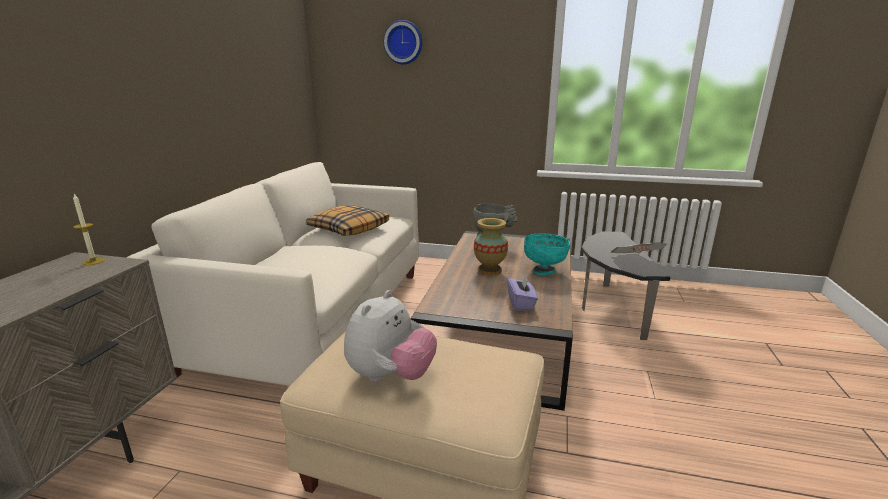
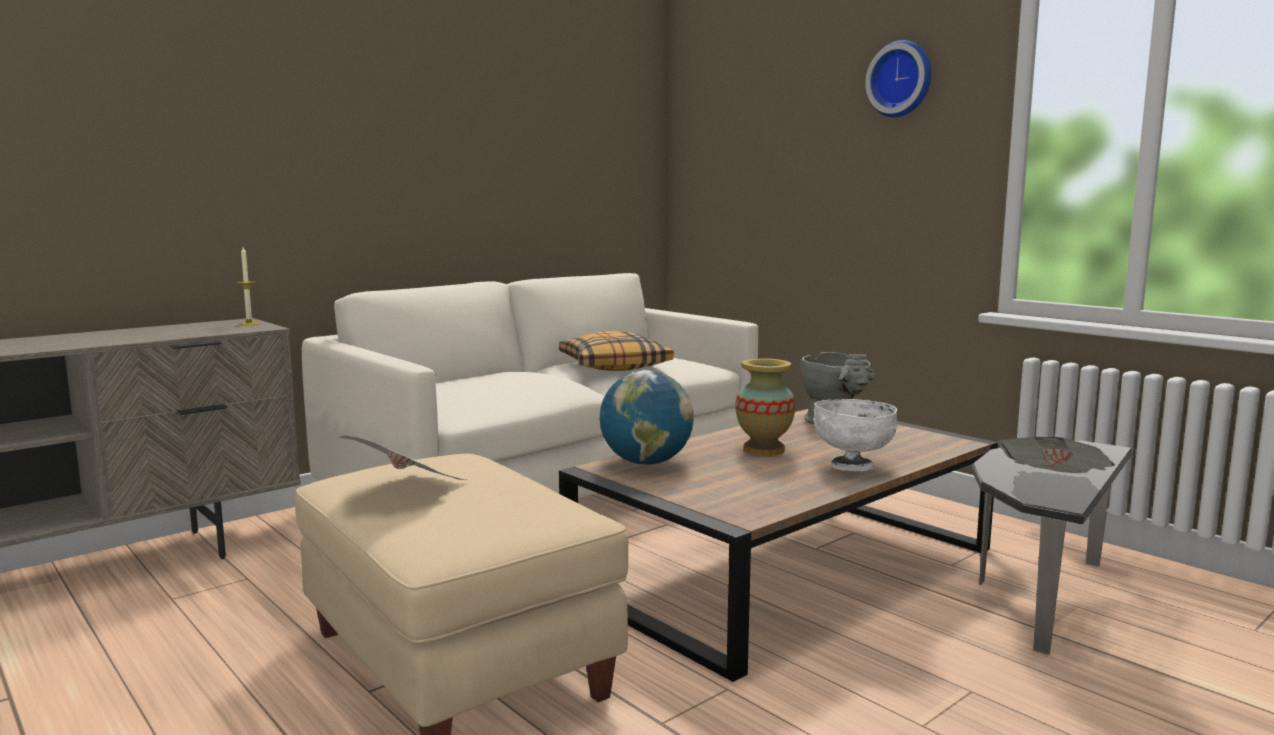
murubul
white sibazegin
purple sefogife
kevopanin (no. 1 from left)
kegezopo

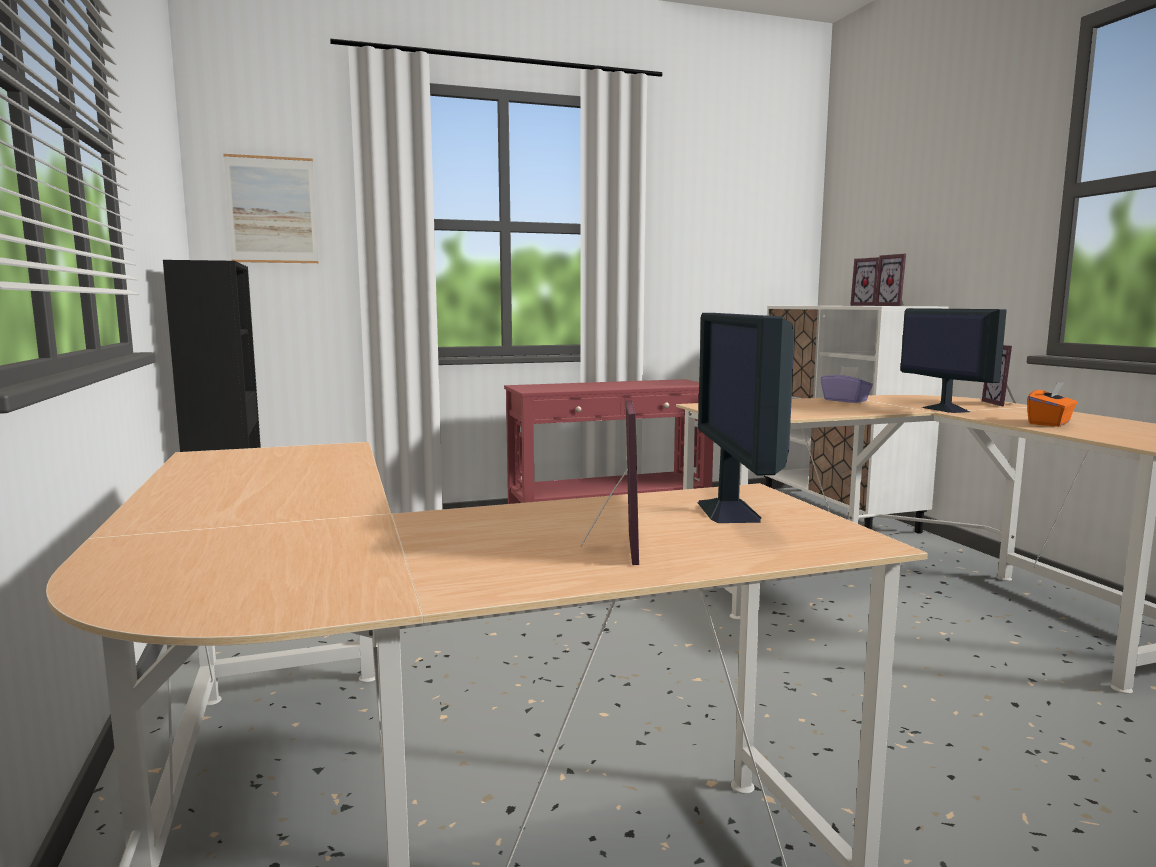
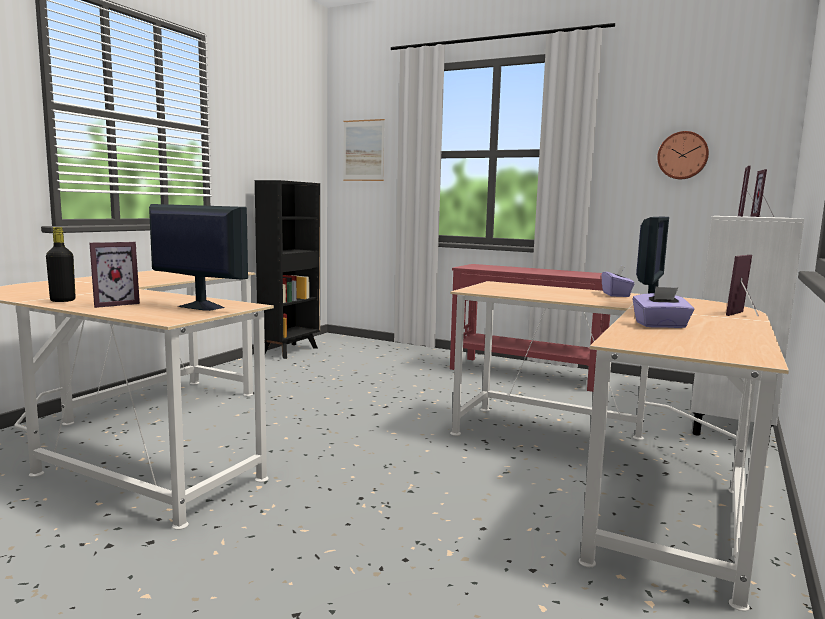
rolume (no. 1 from left)
purple sefogife (no. 2 from left)
murubul
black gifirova

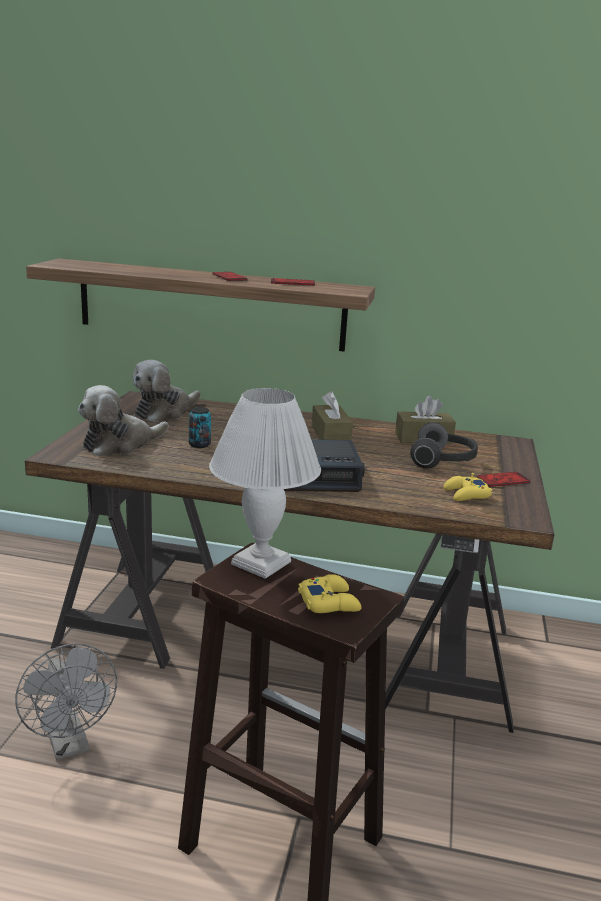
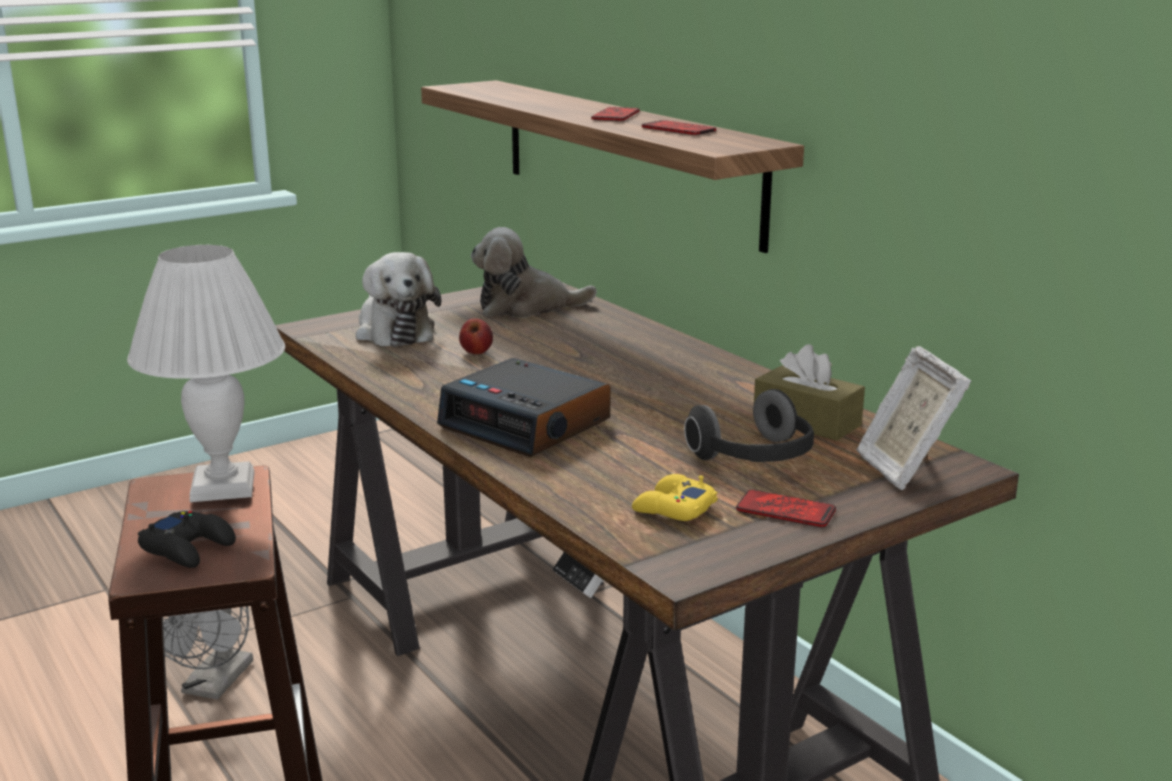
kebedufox (no. 1 from left)
brown sefogife (no. 1 from left in the first image)
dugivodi
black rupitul
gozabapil

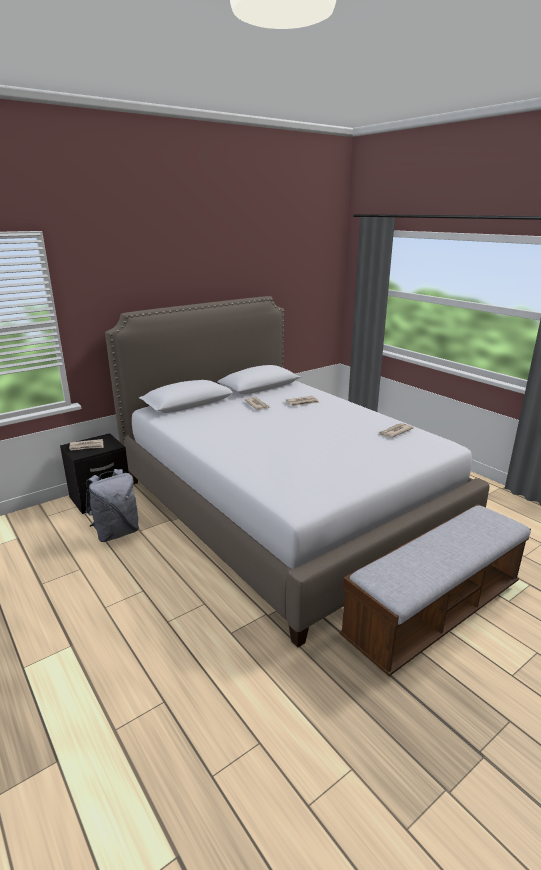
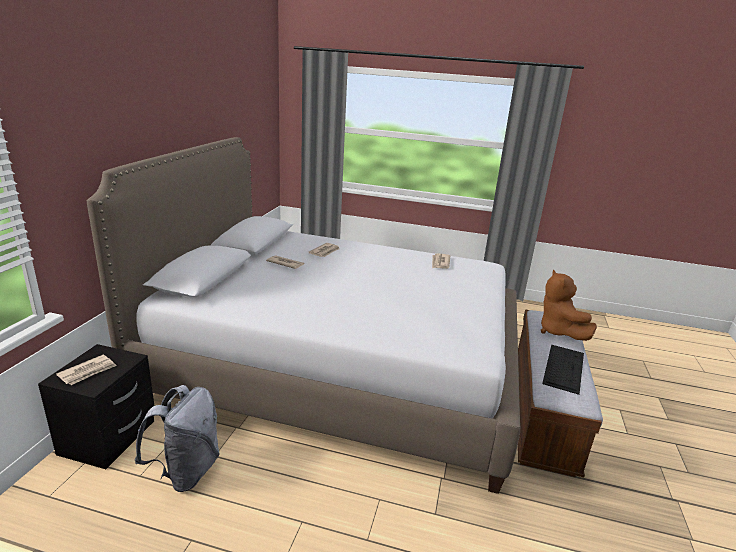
brown kebedufox
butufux

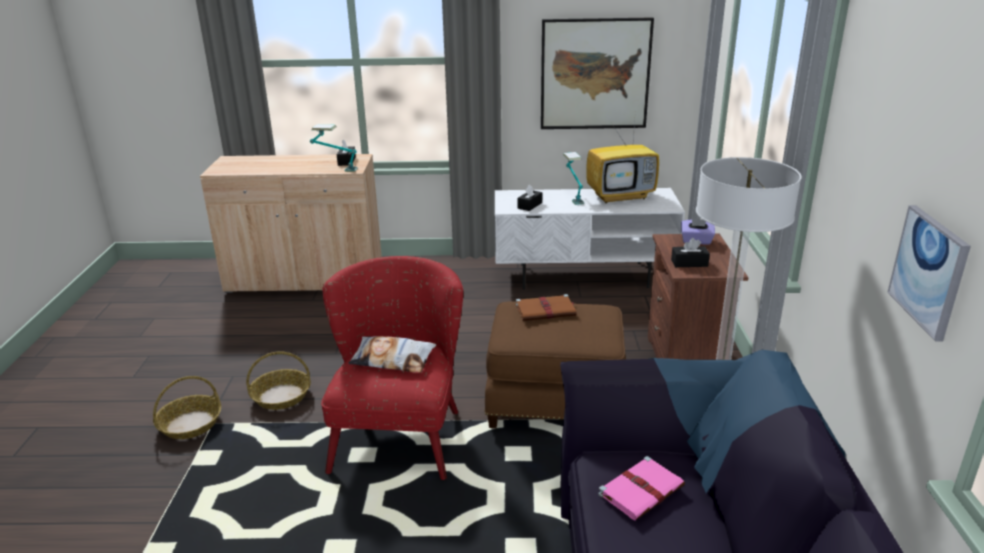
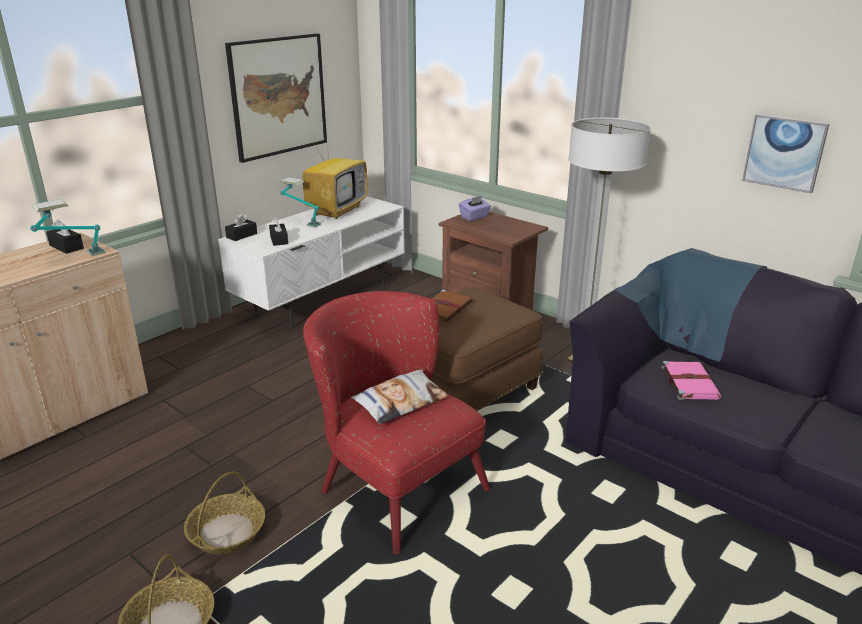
black sefogife (no. 2 from left)

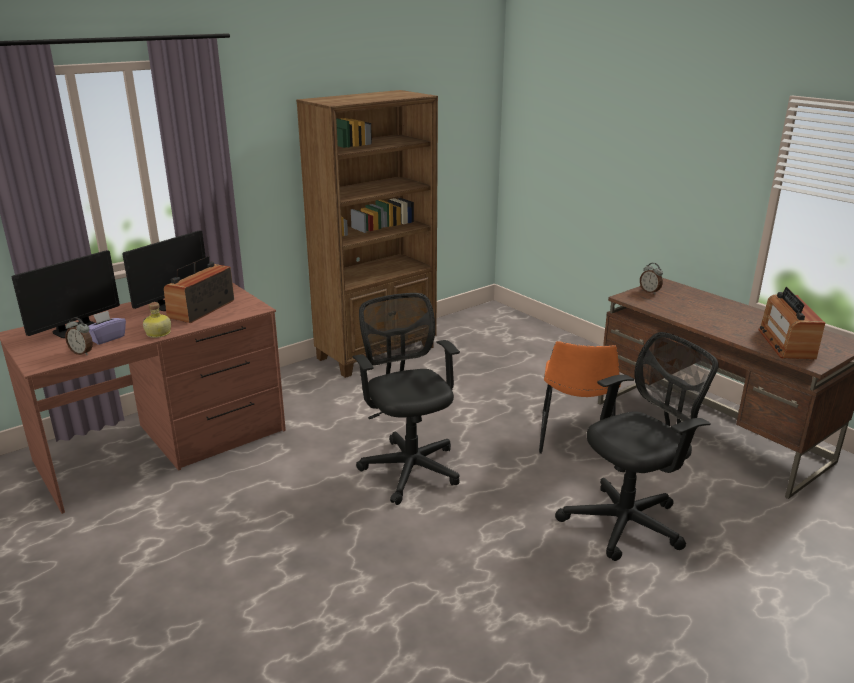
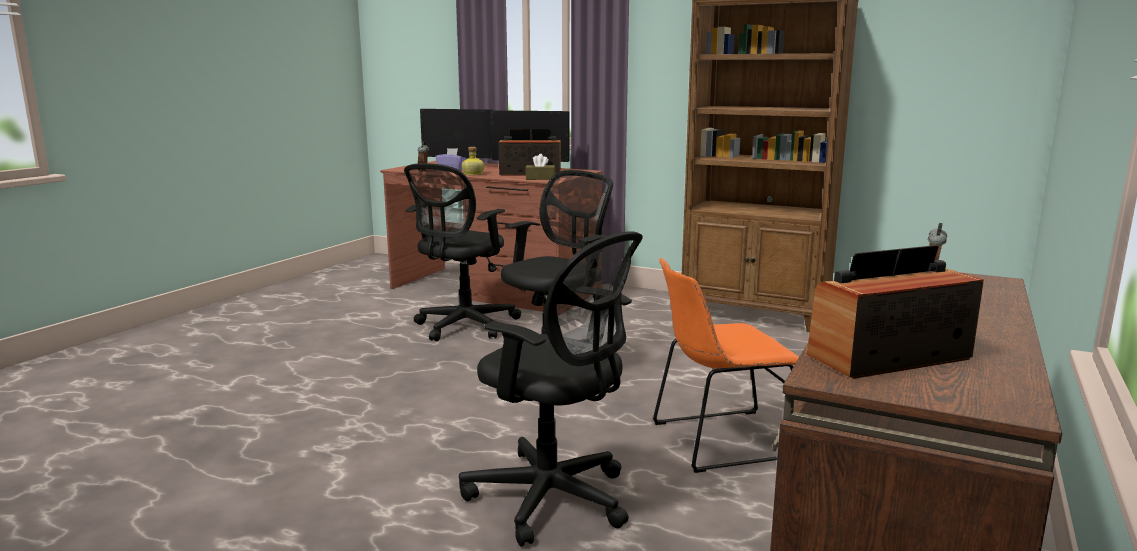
brown sefogife
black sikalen (no. 1 from left)

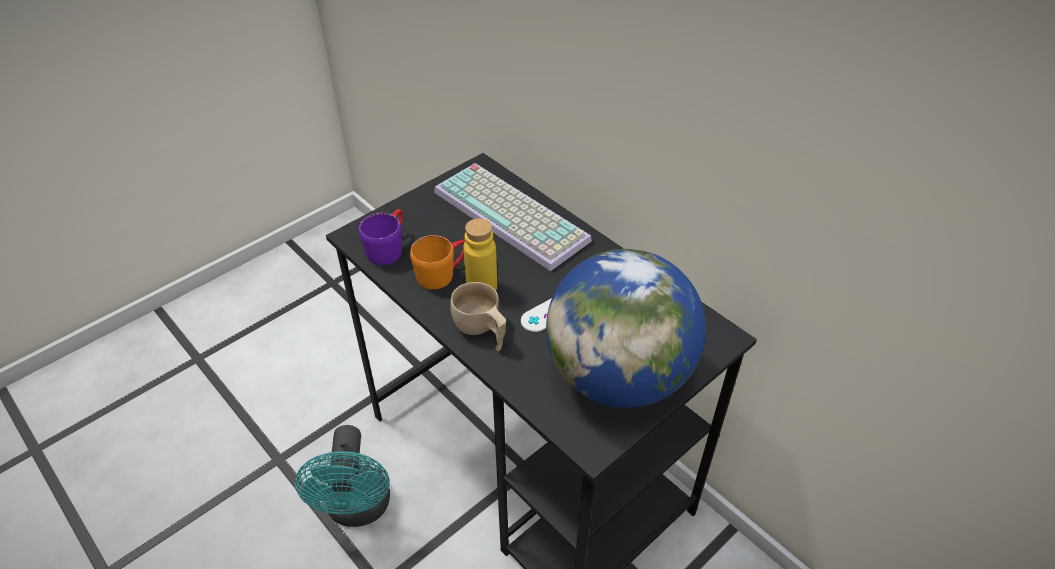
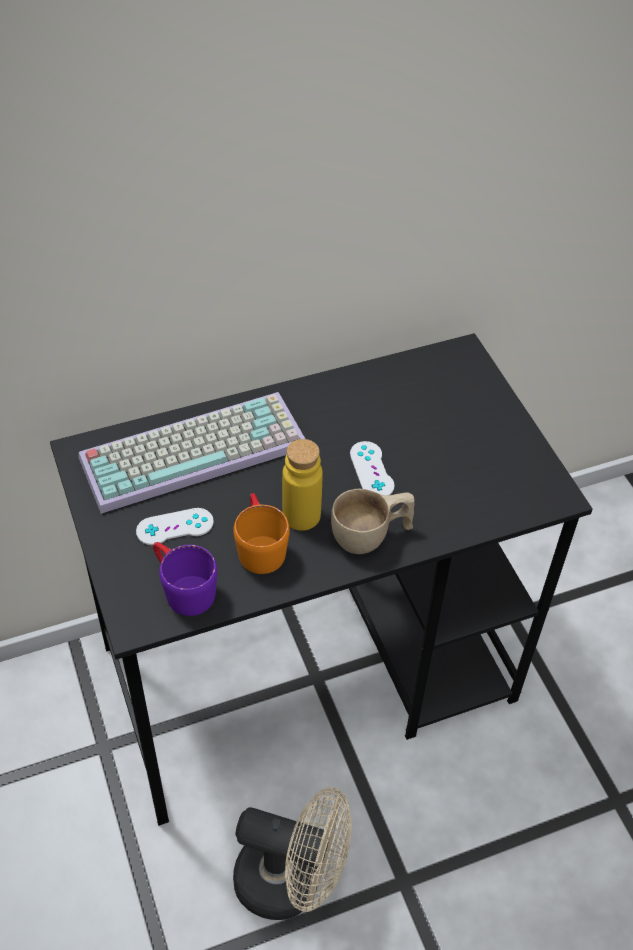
kegezopo
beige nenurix
white rupitul (no. 1 from left)

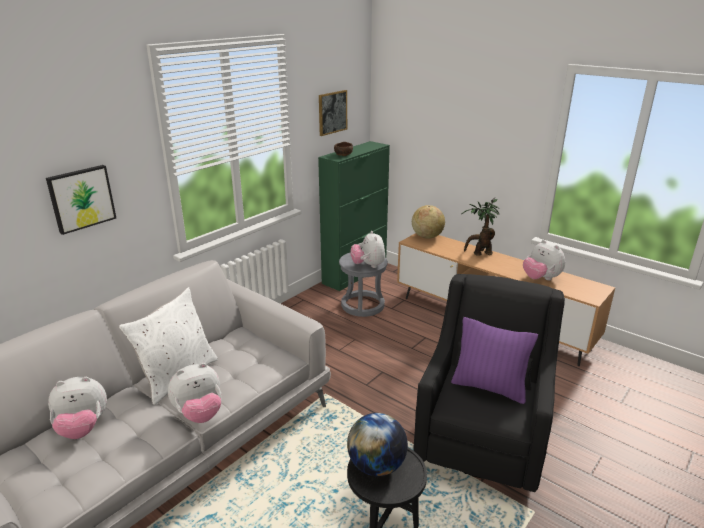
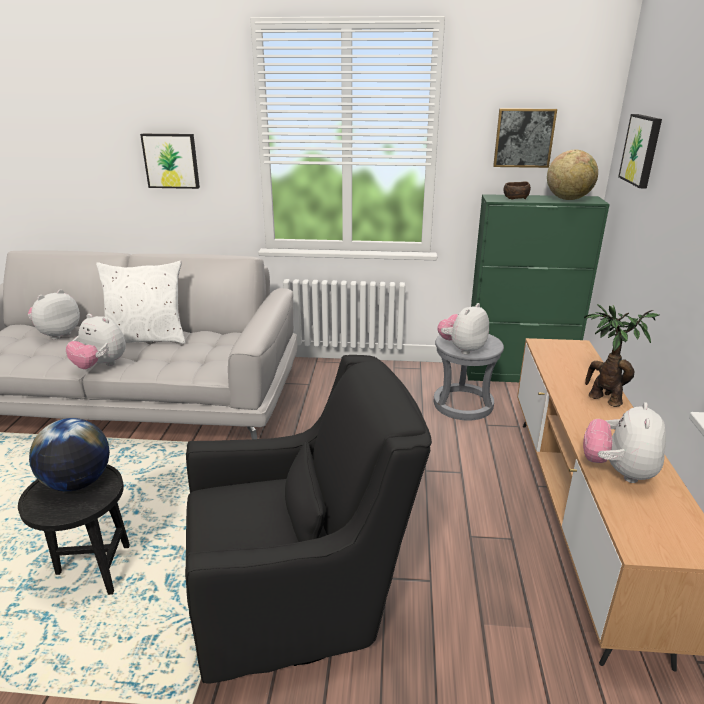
kegezopo (no. 2 from left)
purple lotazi
kebedufox (no. 1 from left)
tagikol (no. 3 from left)

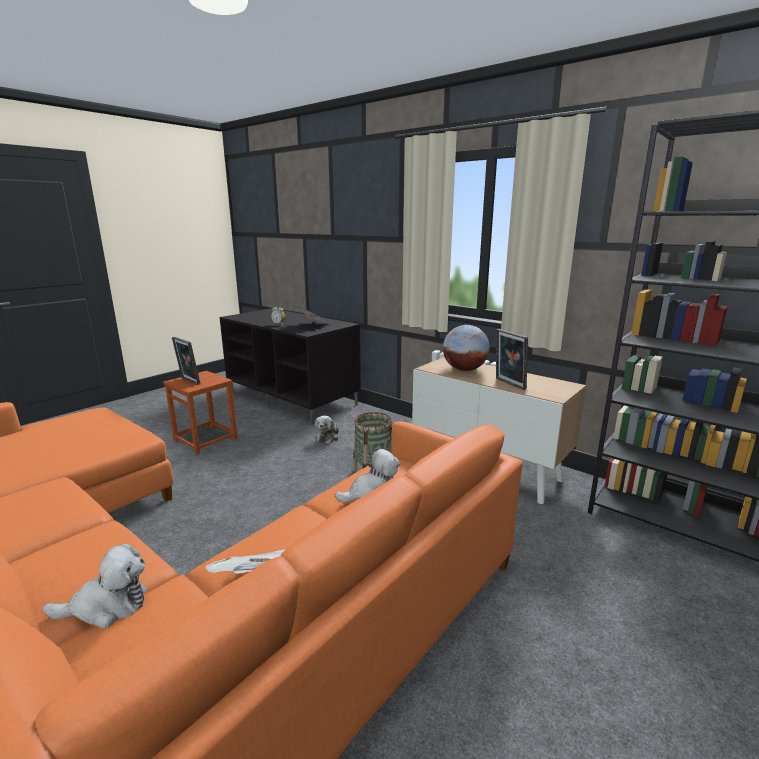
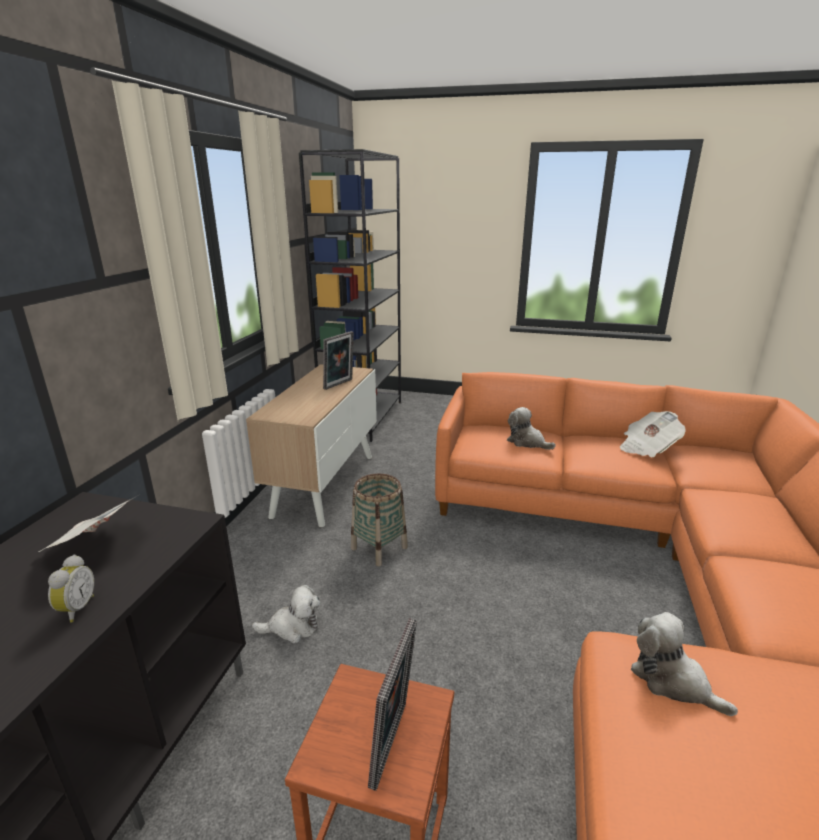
kegezopo
kebedufox (no. 3 from left)

